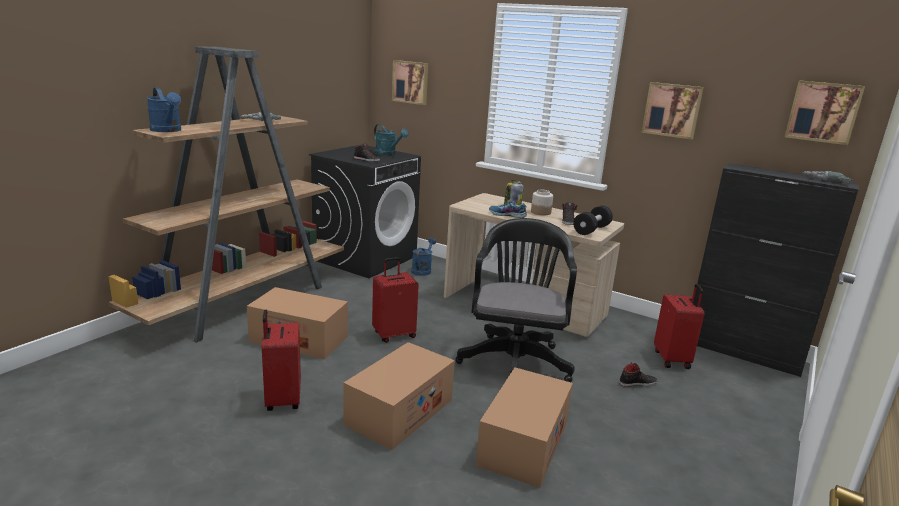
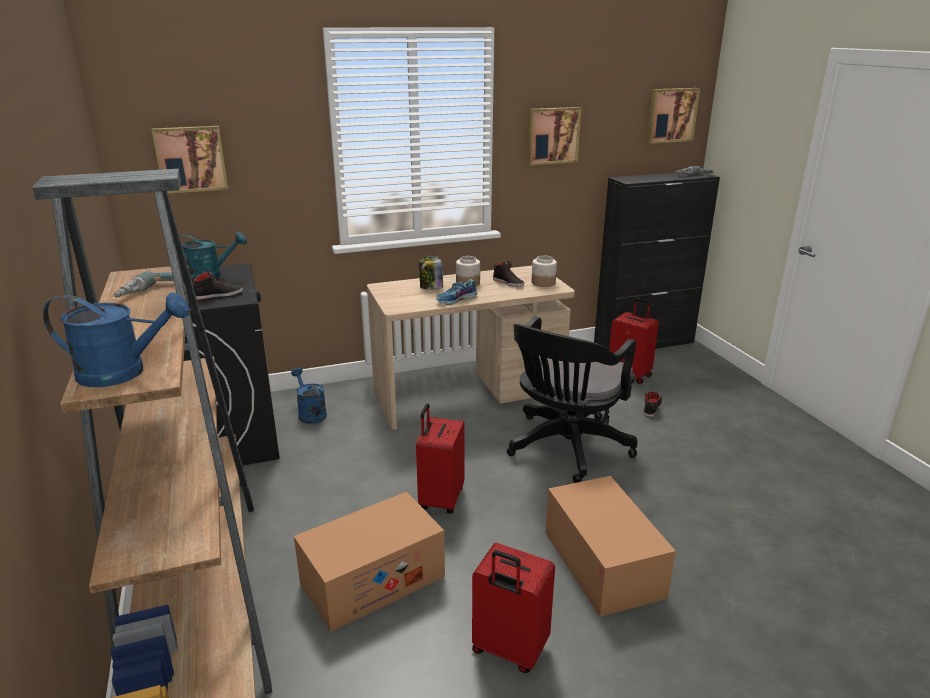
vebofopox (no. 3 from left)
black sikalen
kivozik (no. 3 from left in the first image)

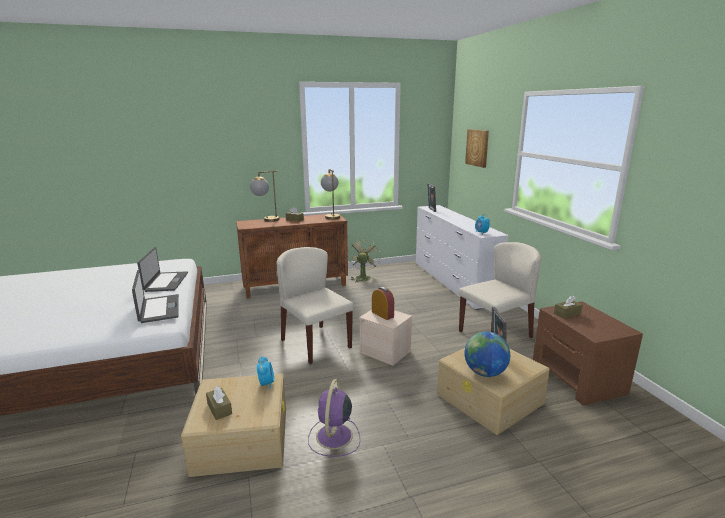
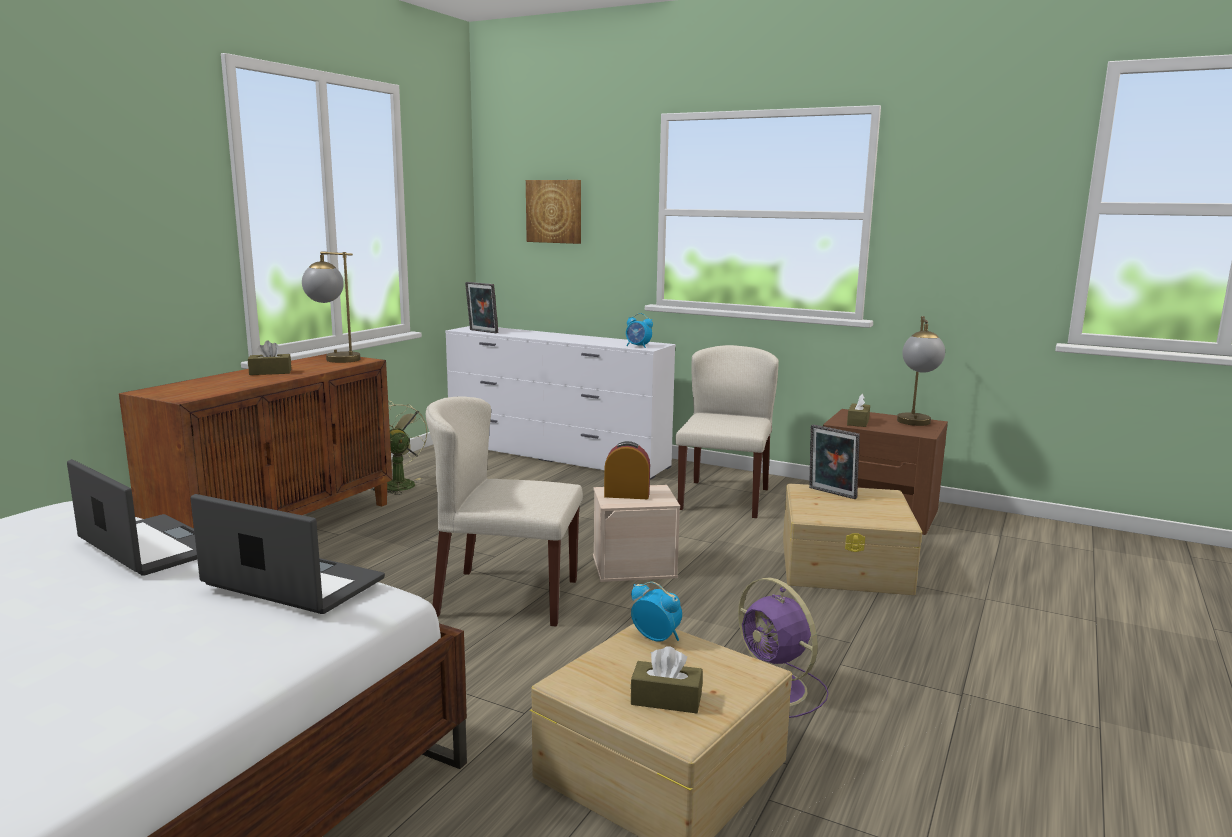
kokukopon (no. 2 from left)
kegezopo

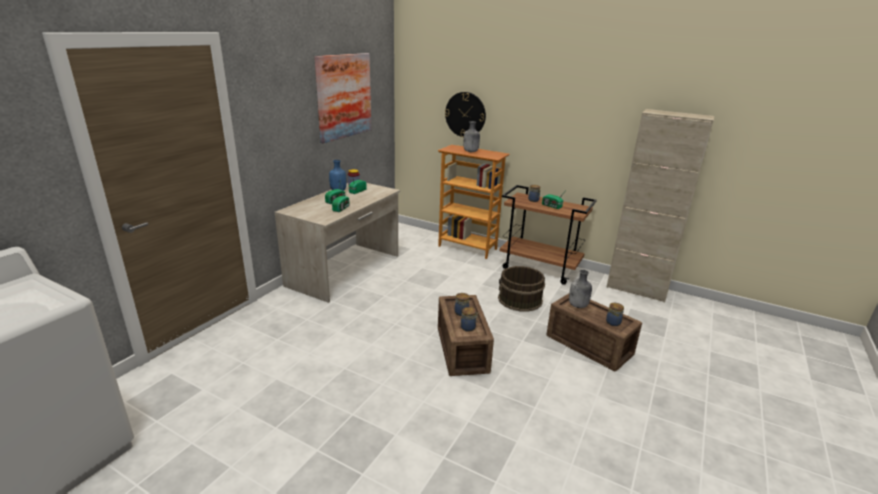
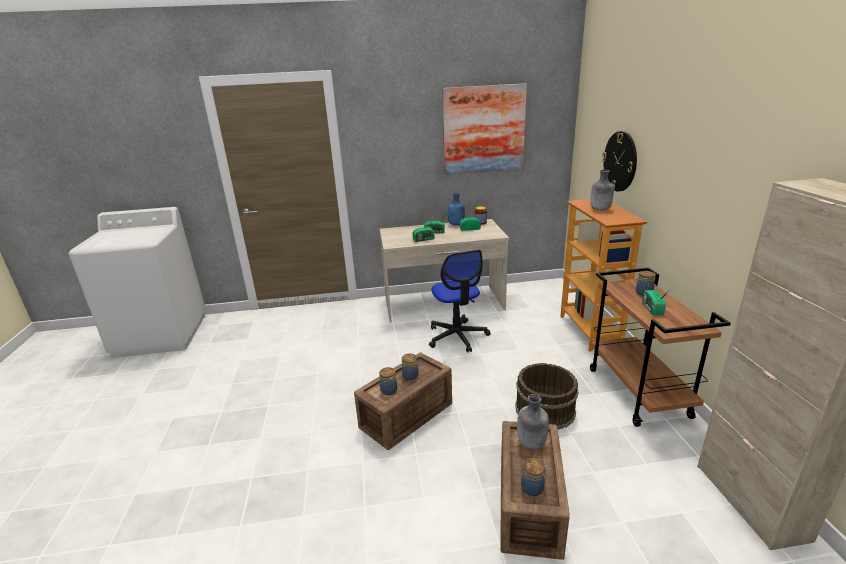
sikalen

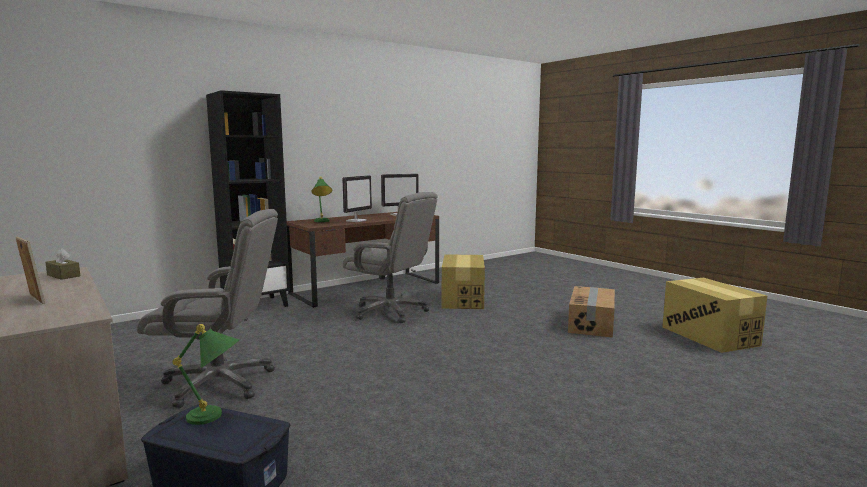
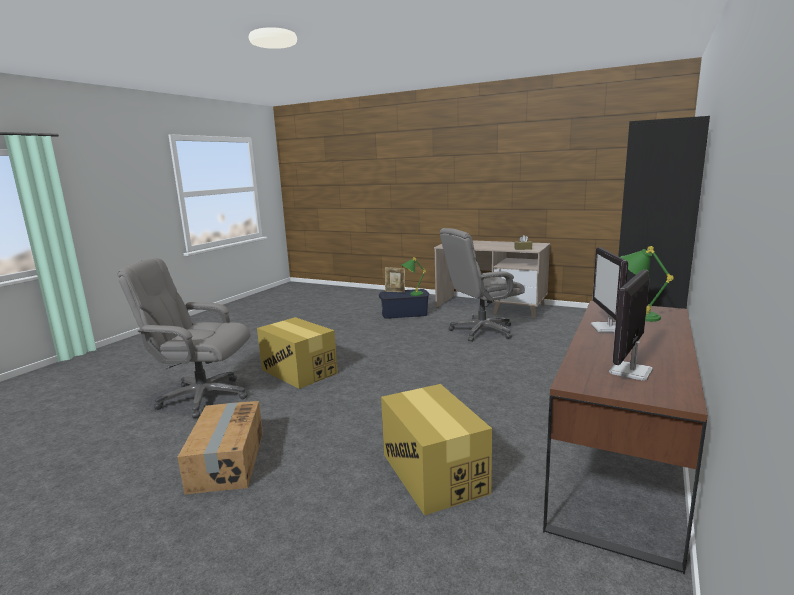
grey sikalen (no. 1 from left)
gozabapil
kivozik (no. 2 from left)

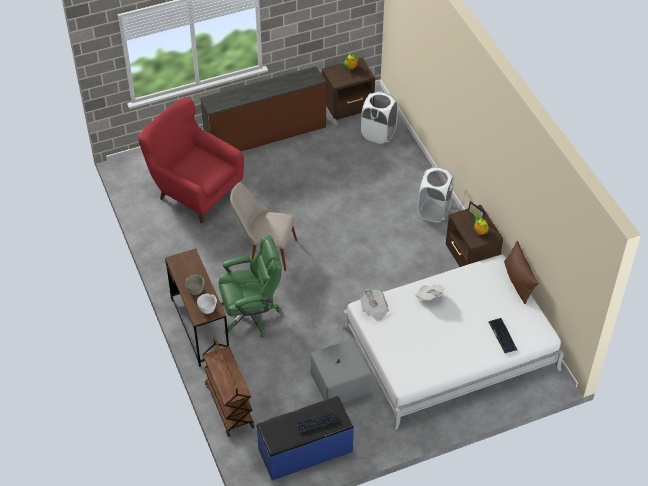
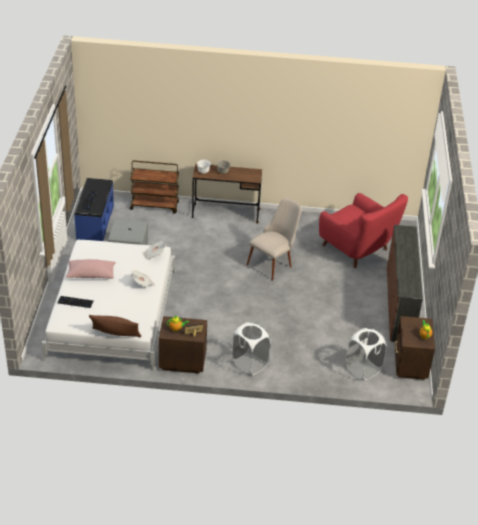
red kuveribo
green sikalen
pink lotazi

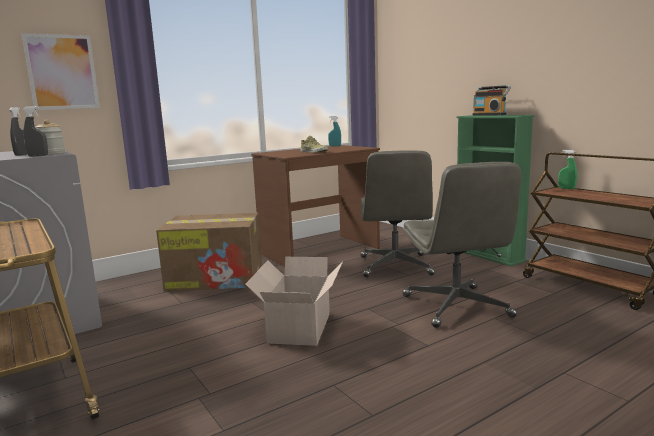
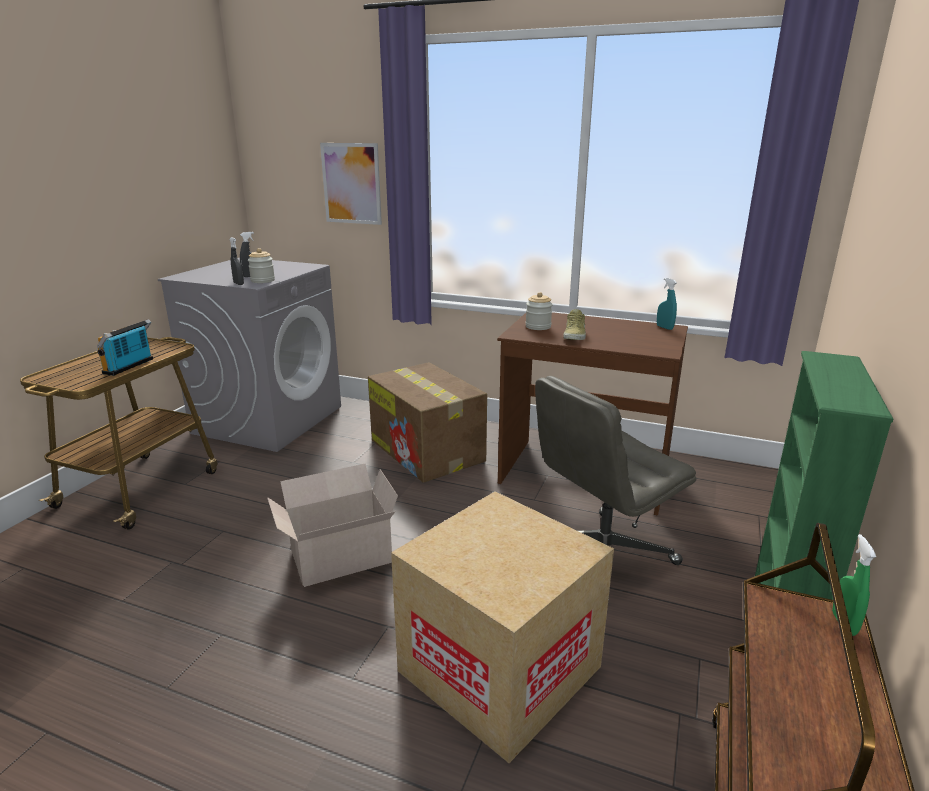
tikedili
kivozik (no. 3 from left)
vebofopox (no. 2 from left)

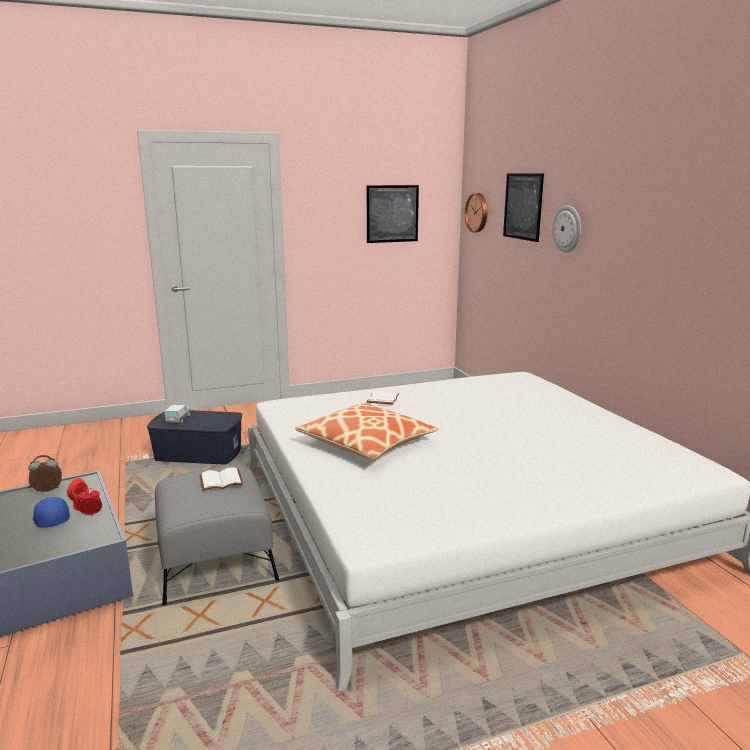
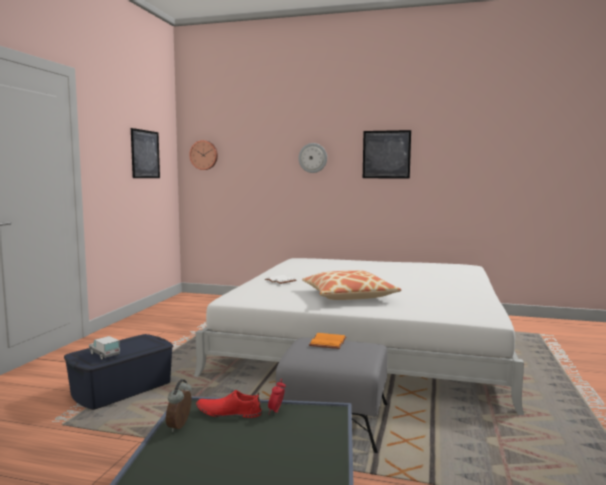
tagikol (no. 2 from left)
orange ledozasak
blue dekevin

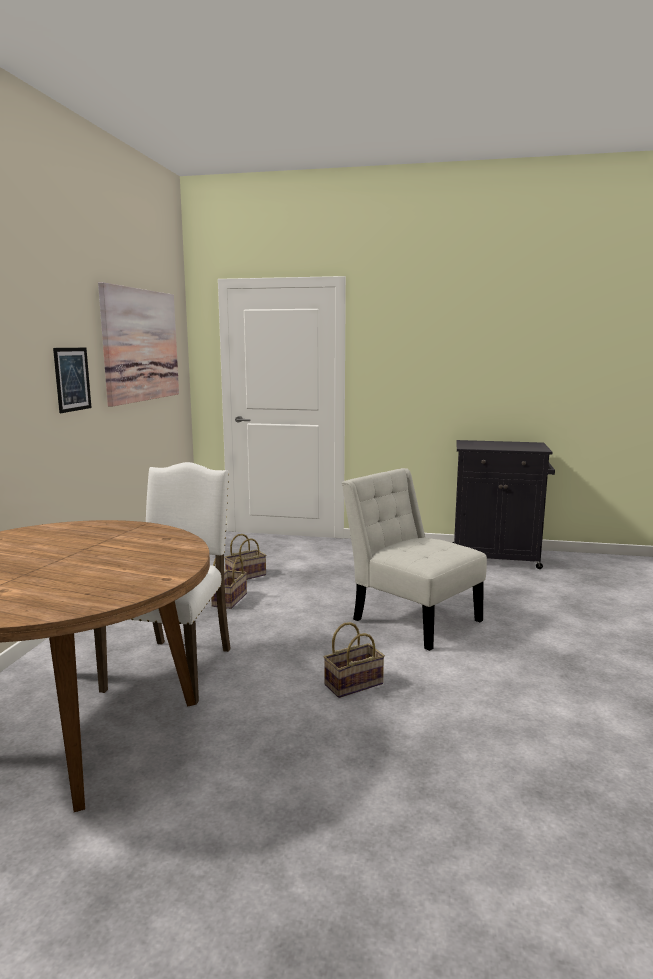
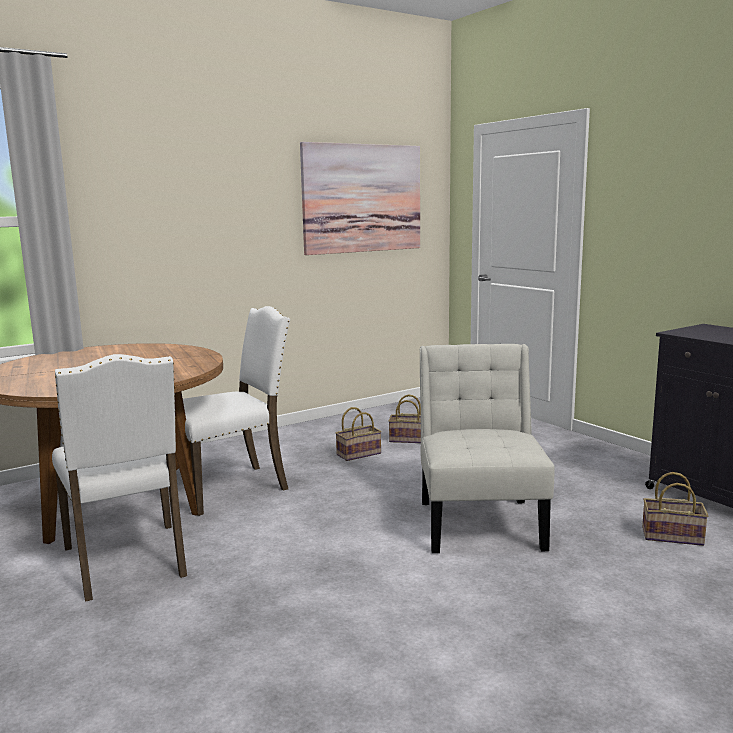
tagikol (no. 1 from left in the first image)
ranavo (no. 3 from left)
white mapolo (no. 1 from left)

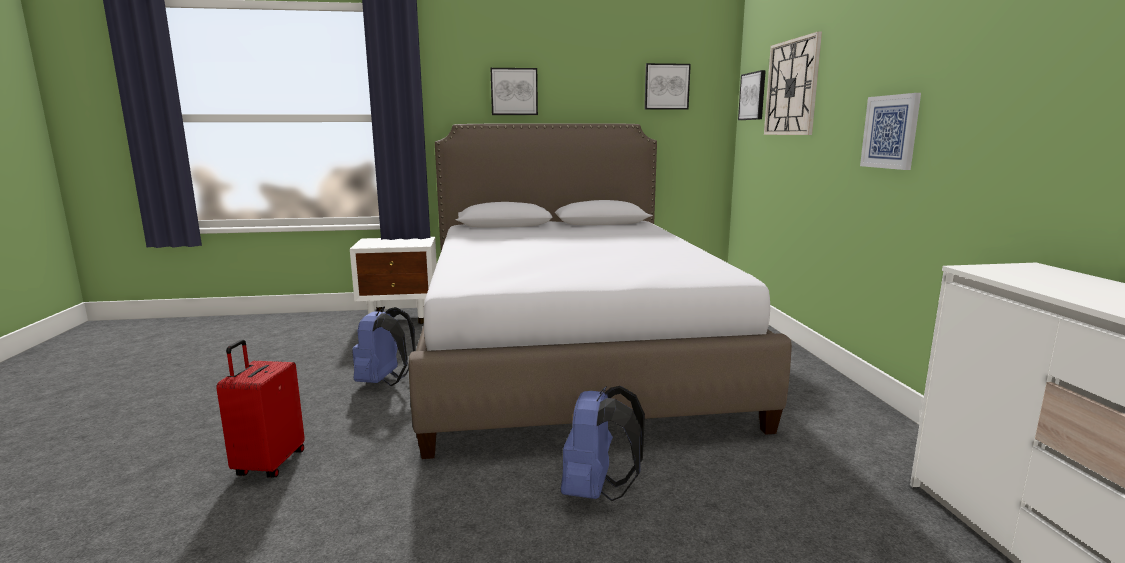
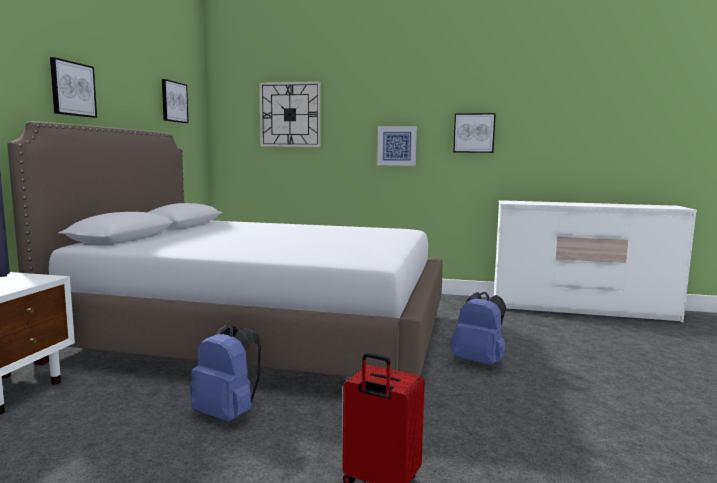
tagikol (no. 4 from left)

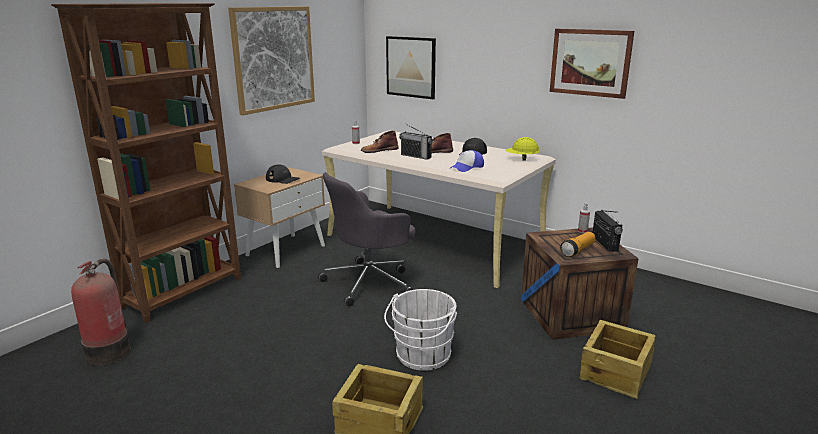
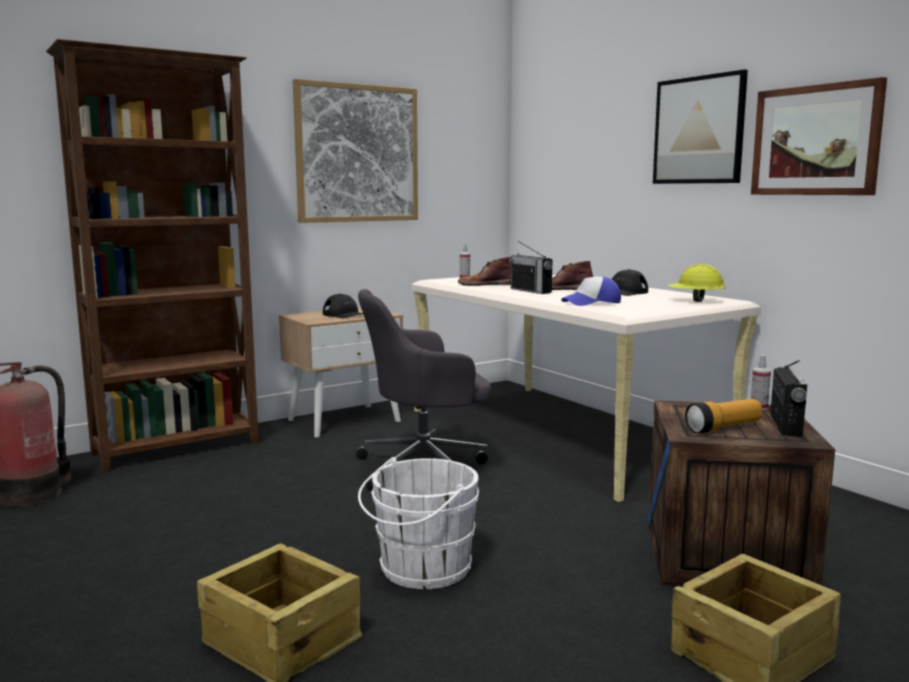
tagikol (no. 2 from left)

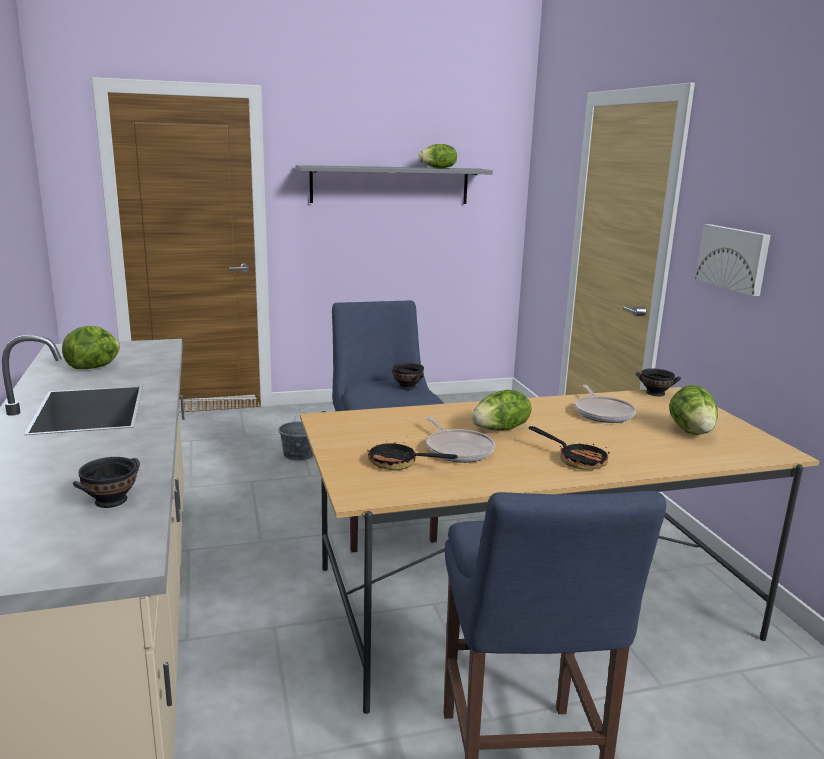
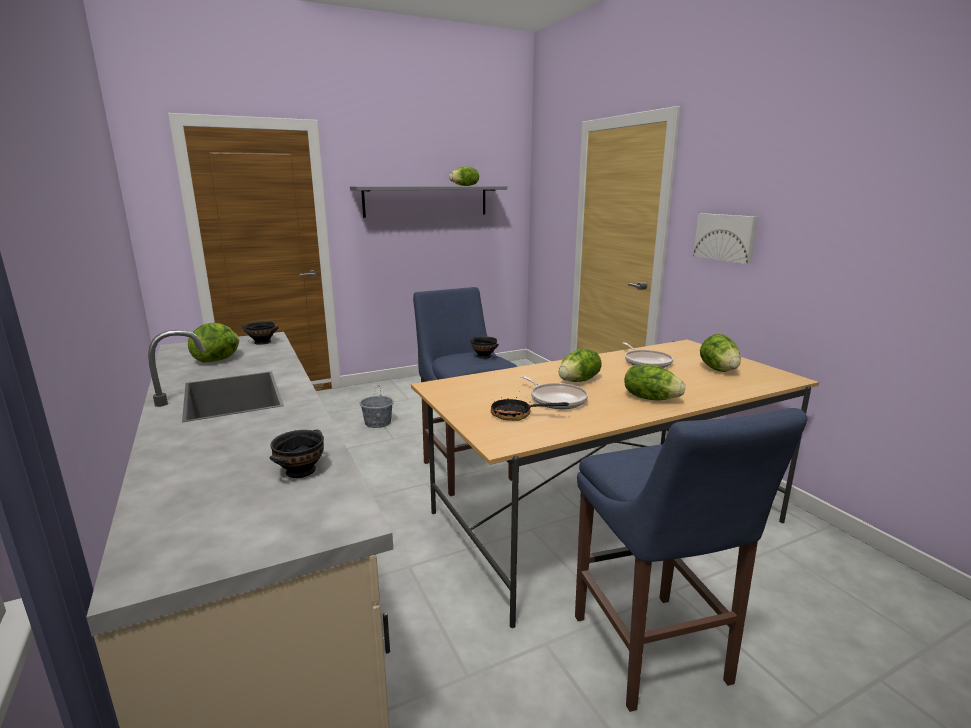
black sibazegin (no. 1 from left)
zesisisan (no. 4 from left)

